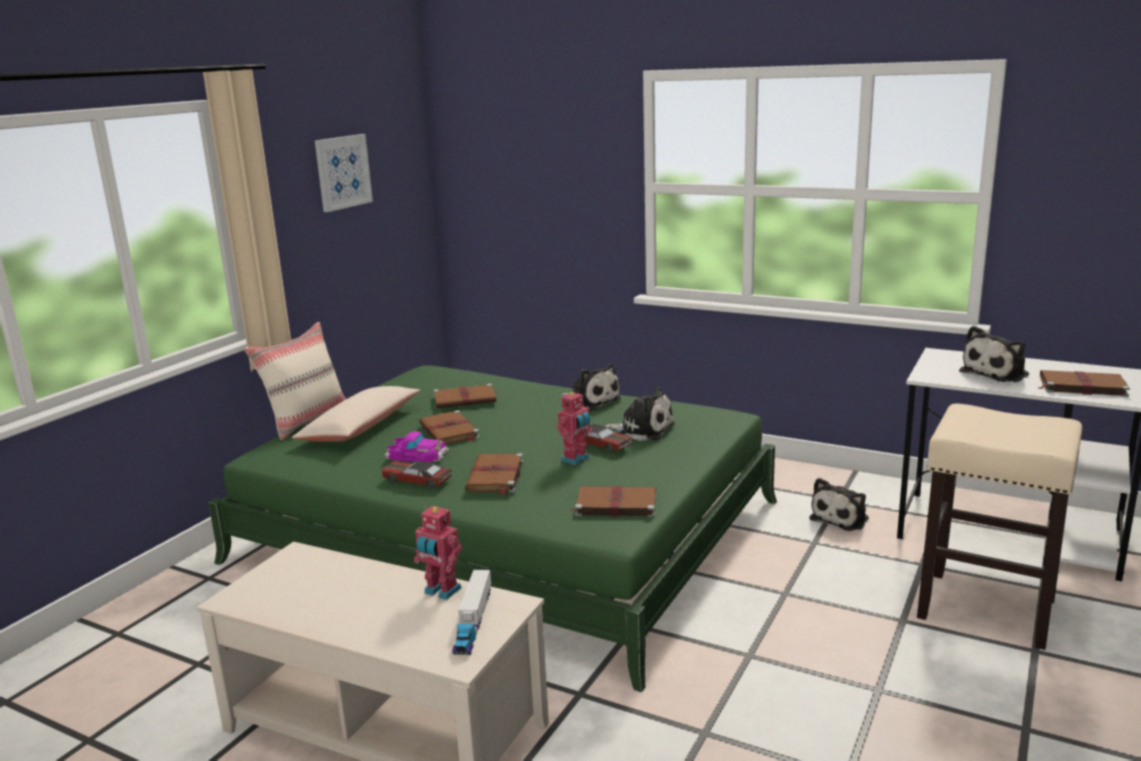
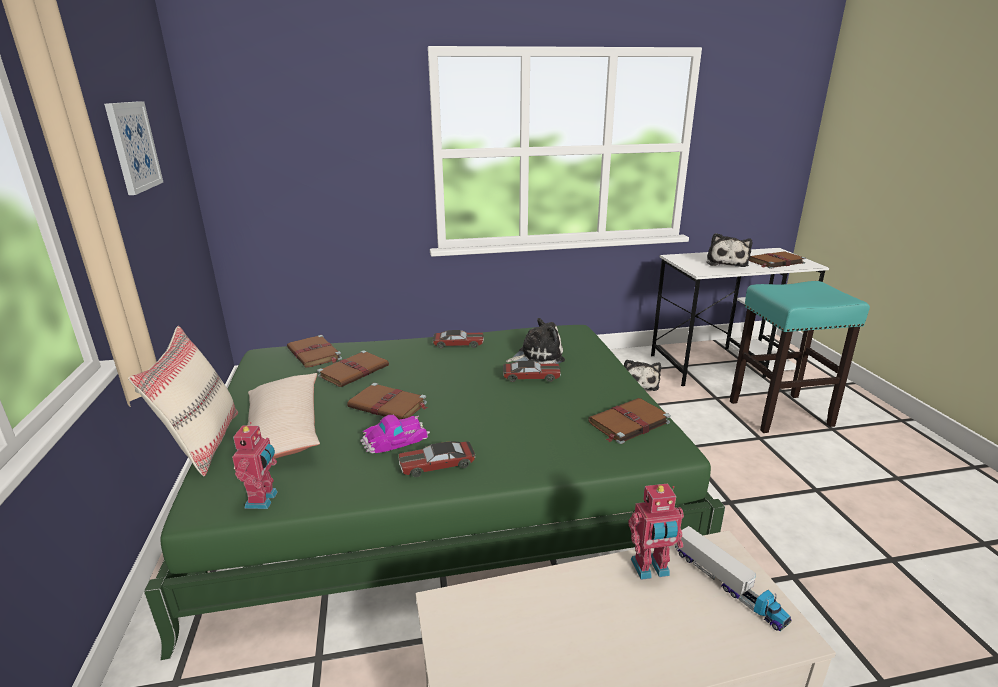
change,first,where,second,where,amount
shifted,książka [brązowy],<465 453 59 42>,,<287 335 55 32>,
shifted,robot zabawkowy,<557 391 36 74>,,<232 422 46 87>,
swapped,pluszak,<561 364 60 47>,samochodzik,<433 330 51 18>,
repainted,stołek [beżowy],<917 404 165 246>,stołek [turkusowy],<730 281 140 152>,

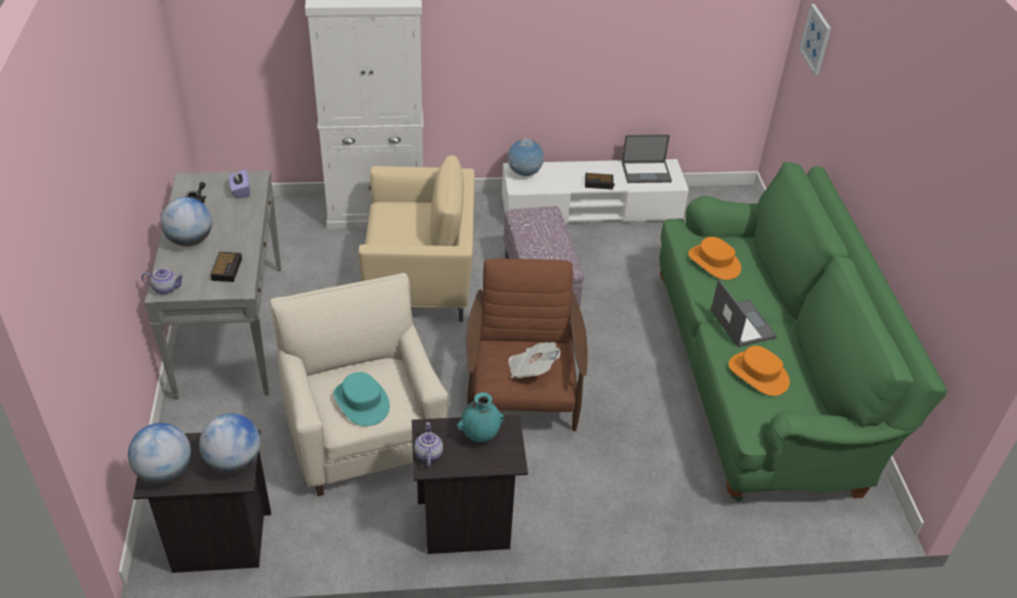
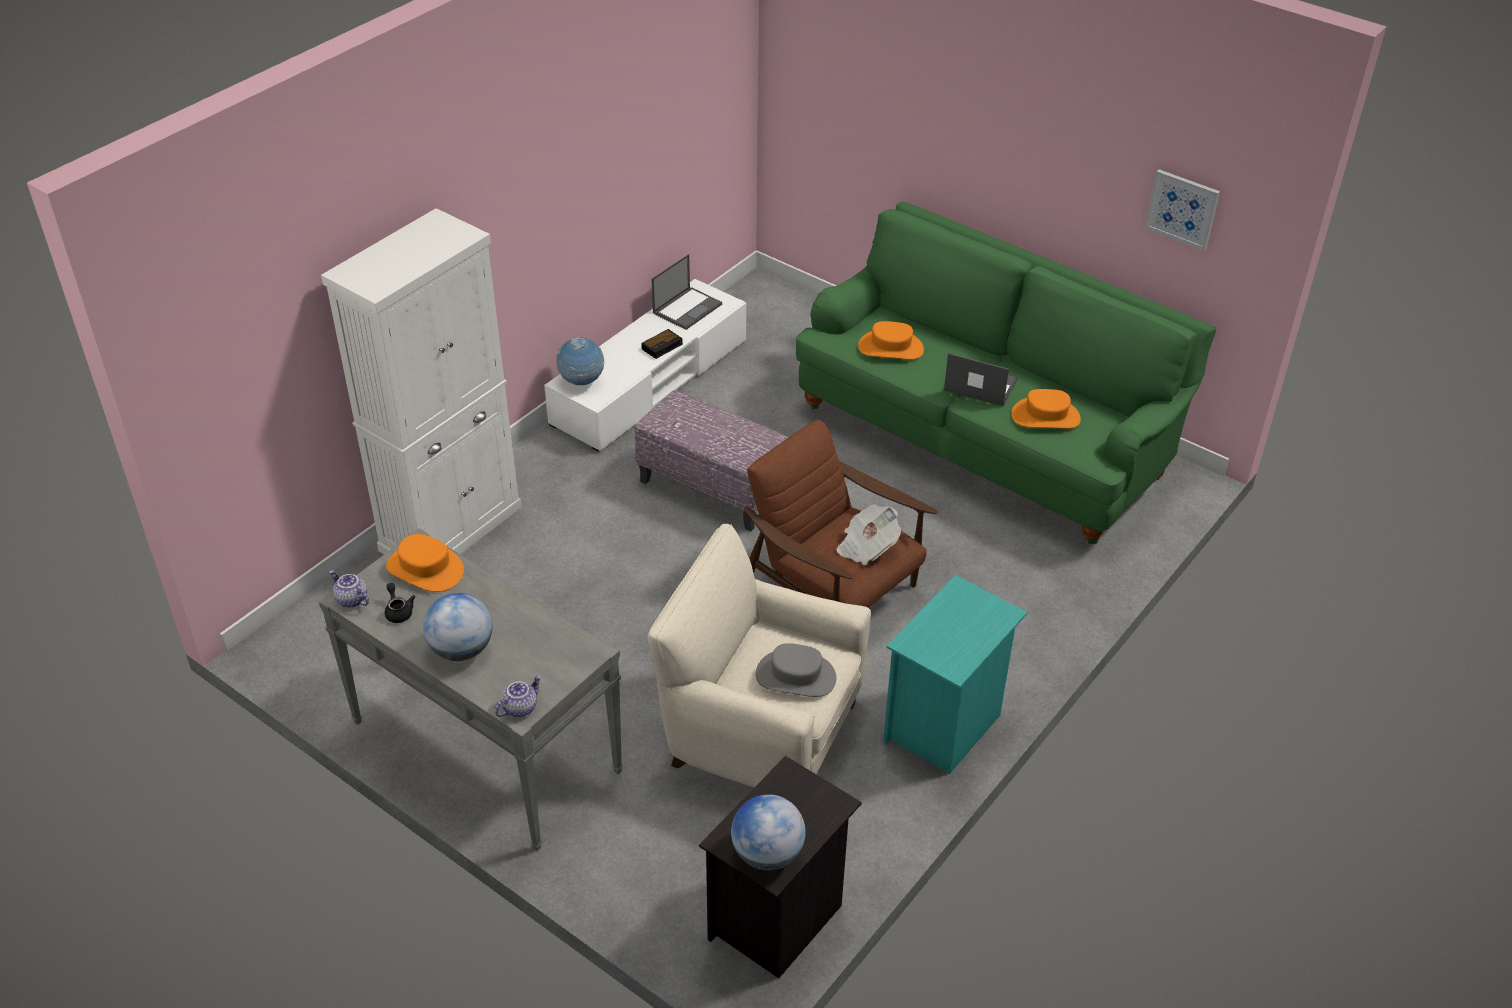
change,first,where,second,where,amount
gone,globus,<199 413 62 60>,,,
gone,budzik,<211 252 31 30>,,,
swapped,pudełko chusteczek [fioletowy],<229 169 21 29>,kapelusz [pomarańczowy],<386 534 78 58>,
repainted,kapelusz [turkusowy],<334 372 56 54>,kapelusz [szary],<756 643 80 54>,
gone,fotel [beżowy],<358 155 117 167>,,,
repainted,szafka nocna [czarny],<412 415 116 139>,szafka nocna [turkusowy],<883 575 144 199>,
shifted,imbryk,<414 422 29 45>,,<330 570 39 38>,
gone,wazon [turkusowy],<457 392 48 50>,,,
shifted,obraz,<799 4 32 71>,,<1145 169 75 82>,

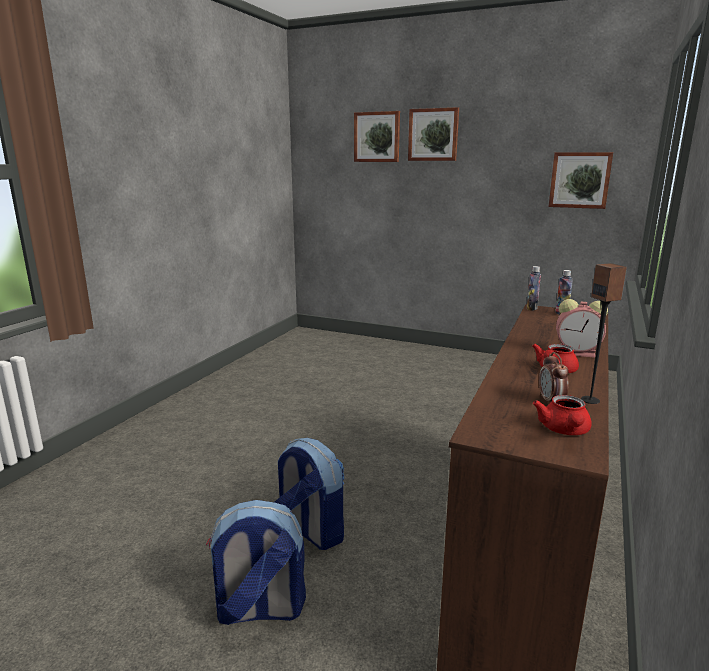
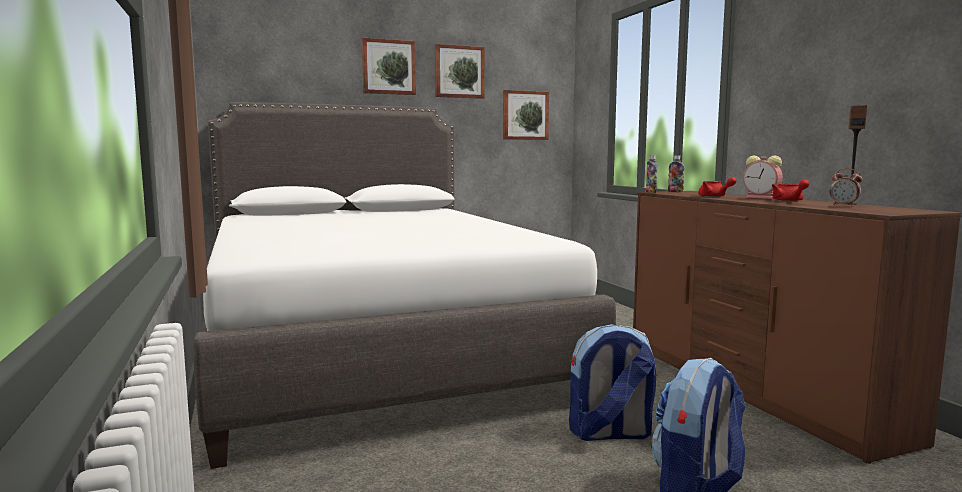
change,first,where,second,where,amount
shifted,obraz,<354 111 46 51>,,<435 44 50 55>,
shifted,imbryk [czerwony],<533 395 59 40>,,<698 177 39 20>,
rotated,budzik,<556 299 52 59>,,<743 155 40 44>,75 degrees clockwise
new,,,łóżko [biały],<193 102 423 367>,

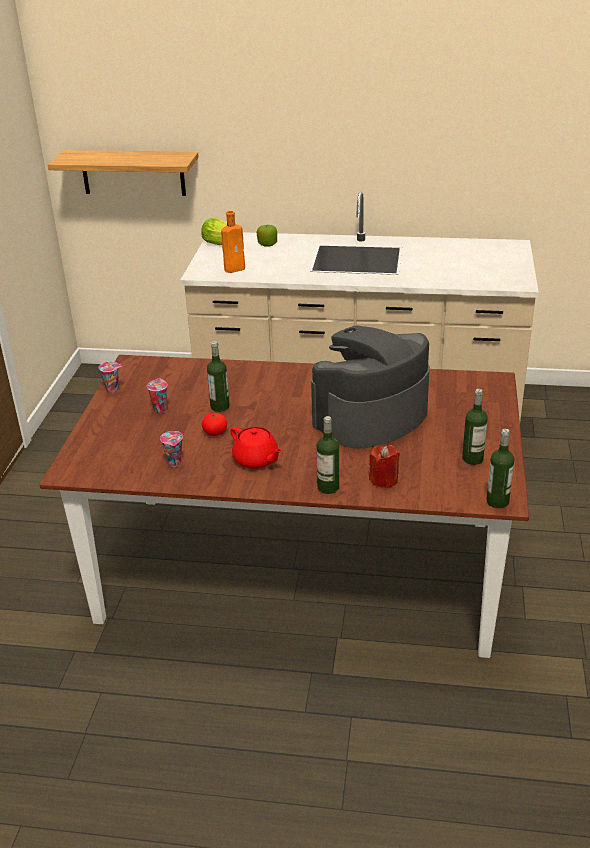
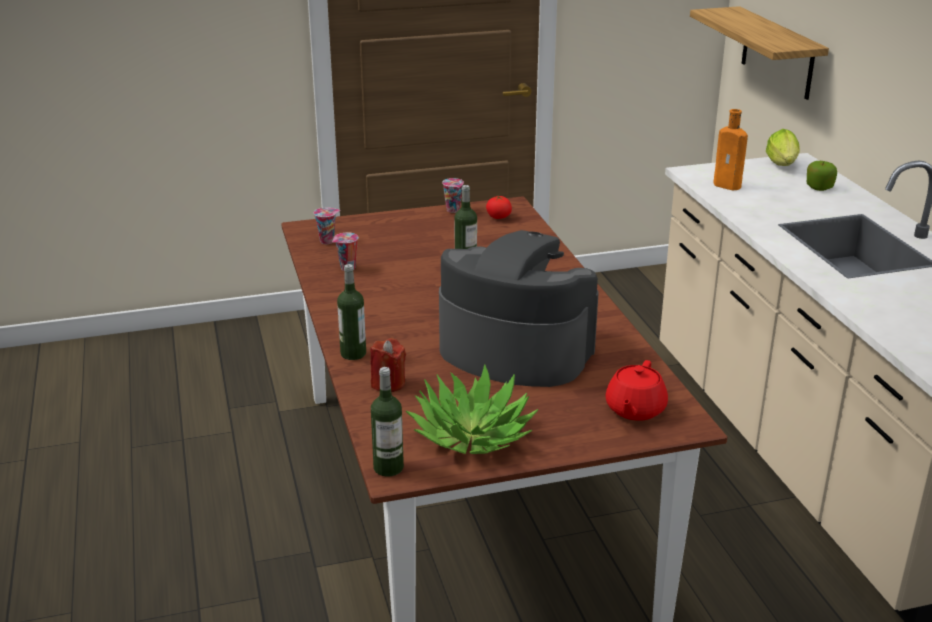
change,first,where,second,where,amount
shifted,filiżanka,<147 379 21 34>,,<314 207 26 37>,
shifted,pomidor,<202 413 25 23>,,<486 196 26 23>,
shifted,imbryk [czerwony],<230 427 52 42>,,<605 360 63 61>,
swapped,butelka,<462 389 26 76>,roślina doniczkowa,<405 364 133 90>,

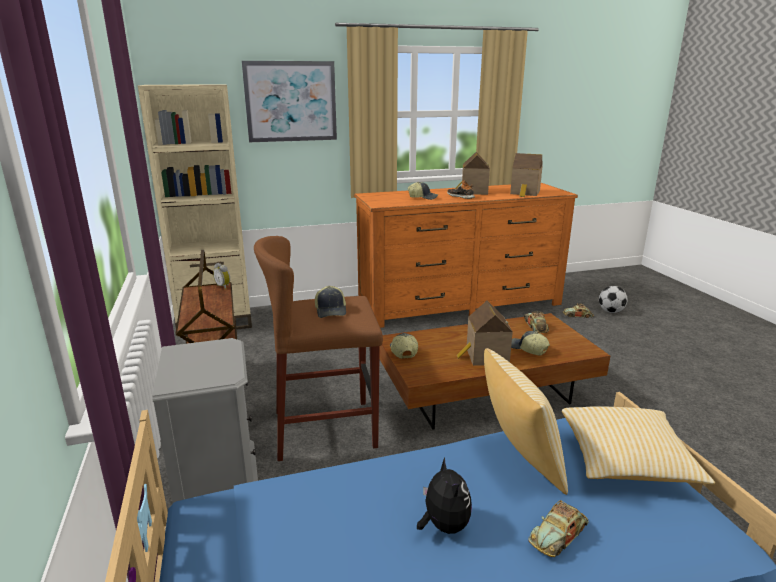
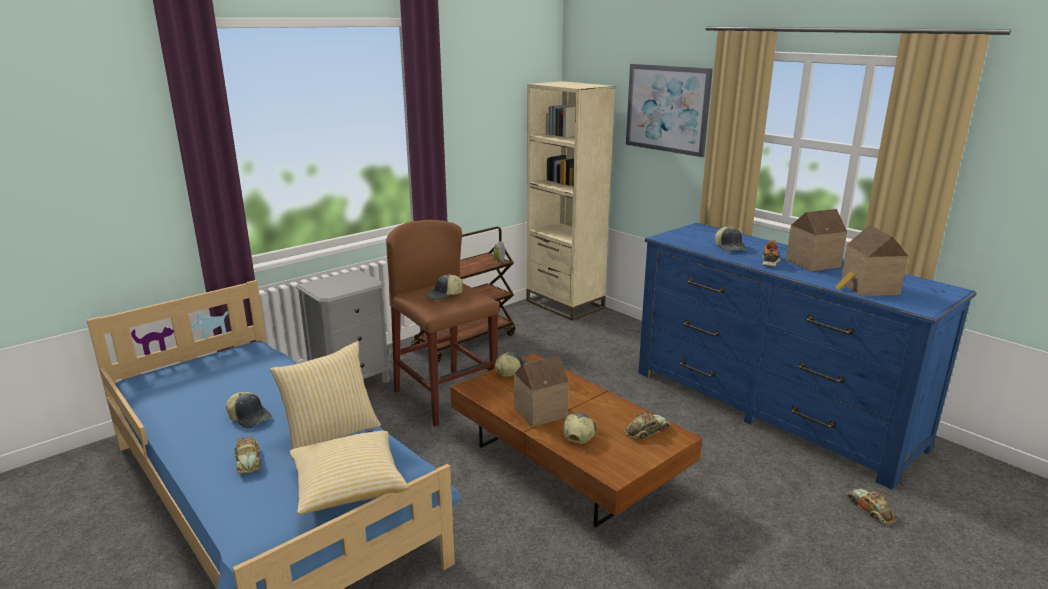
change,first,where,second,where,amount
repainted,komoda [pomarańczowy],<354 183 224 145>,komoda [niebieski],<638 223 339 266>,
swapped,pluszak,<417 457 55 77>,czapka z daszkiem,<226 392 46 36>,
rotated,samochodzik,<528 500 61 57>,,<234 435 27 39>,135 degrees counterclockwise
gone,piłka futbolowa,<599 286 28 27>,,,

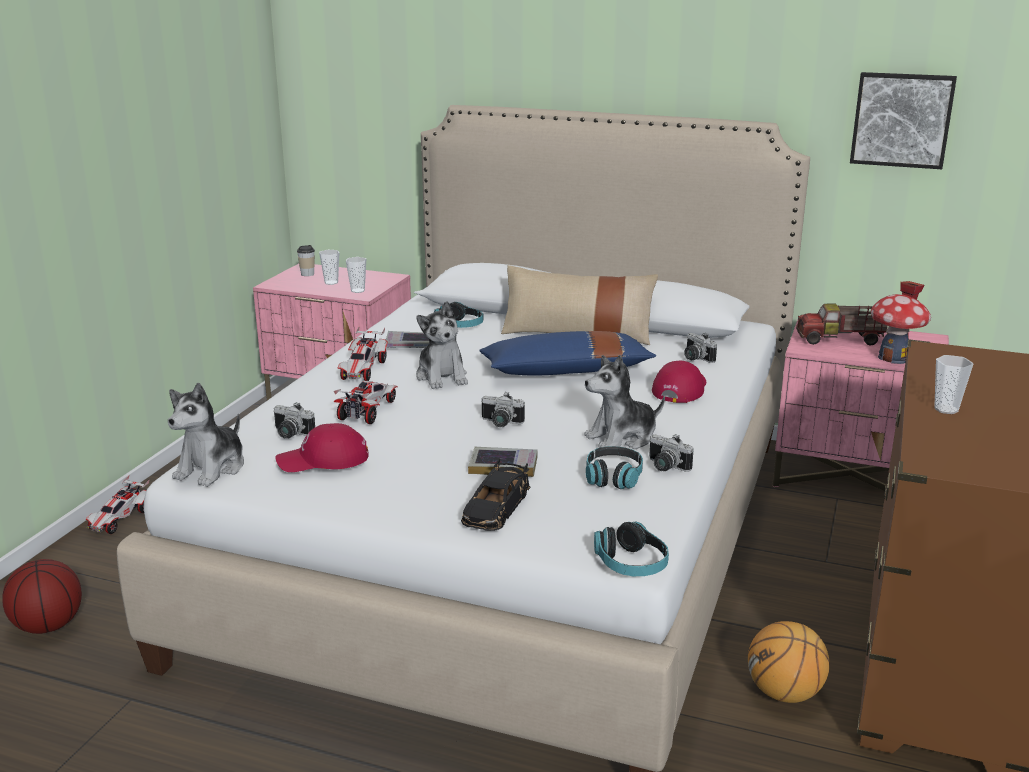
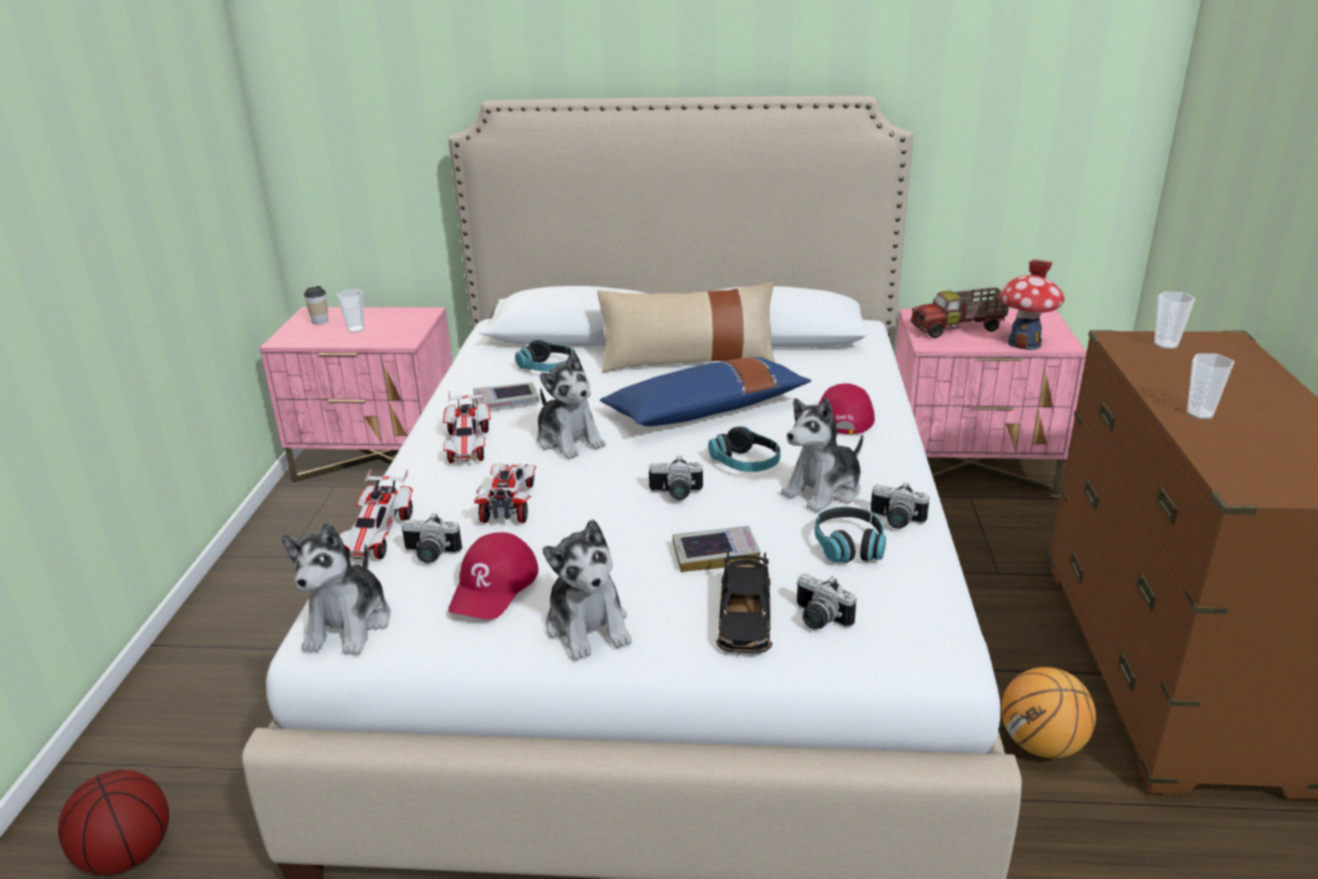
change,first,where,second,where,amount
shifted,samochodzik,<86 475 63 59>,,<339 468 74 91>,
rotated,czapka z daszkiem [czerwony],<275 423 94 49>,,<448 532 91 88>,45 degrees counterclockwise
shifted,filiżanka,<346 257 20 36>,,<1154 291 41 58>,
shifted,słuchawki,<594 522 75 54>,,<708 426 73 46>,
shifted,aparat fotograficzny,<684 333 33 30>,,<797 574 60 55>,
gone,obraz,<850 72 107 97>,,,
new,,,pluszak,<543 519 89 141>,

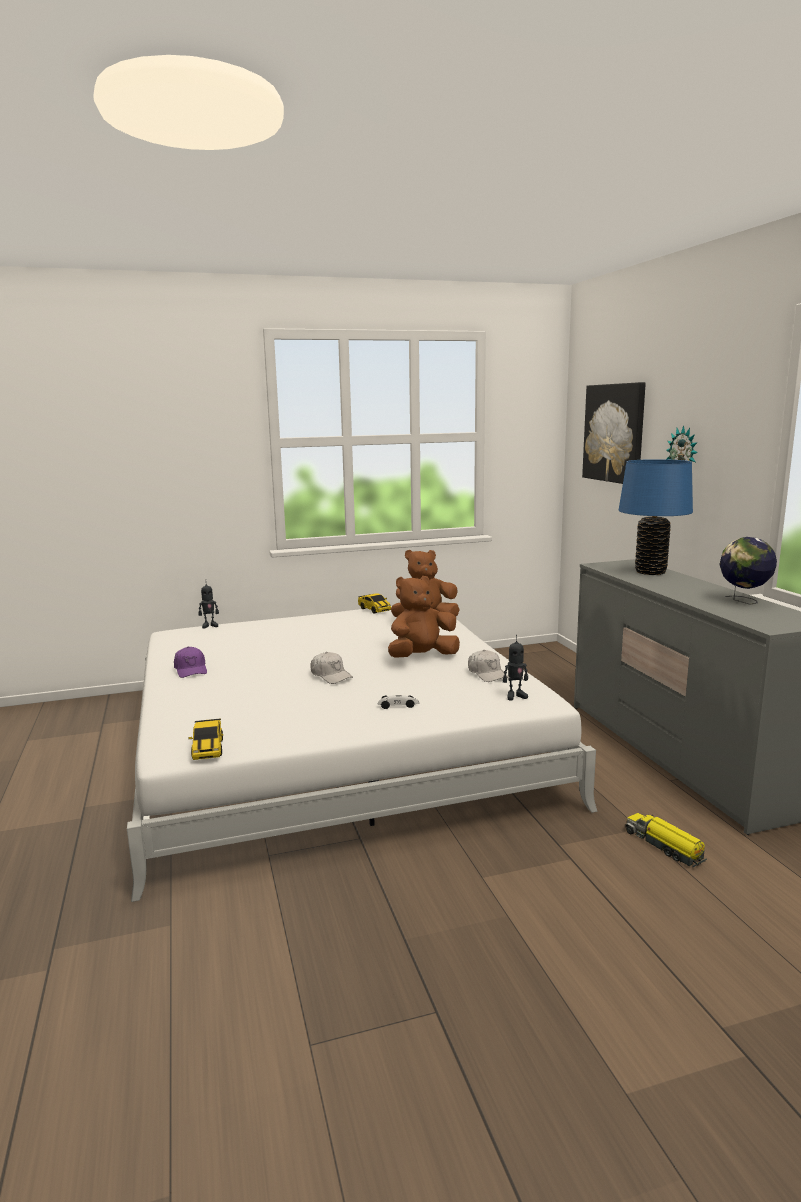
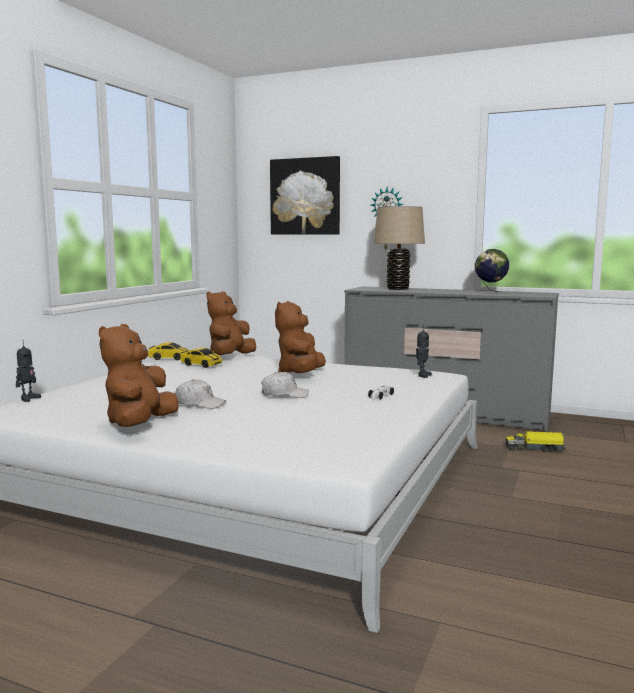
change,first,where,second,where,amount
swapped,czapka z daszkiem [fioletowy],<174 647 33 31>,pluszak [brązowy],<99 324 80 103>,
shifted,samochodzik,<188 719 35 41>,,<180 348 42 20>,
shifted,czapka z daszkiem [biały],<468 650 41 32>,,<175 379 51 30>,
repainted,lampa stołowa [niebieski],<619 459 74 116>,lampa stołowa [beżowy],<373 206 52 84>,

